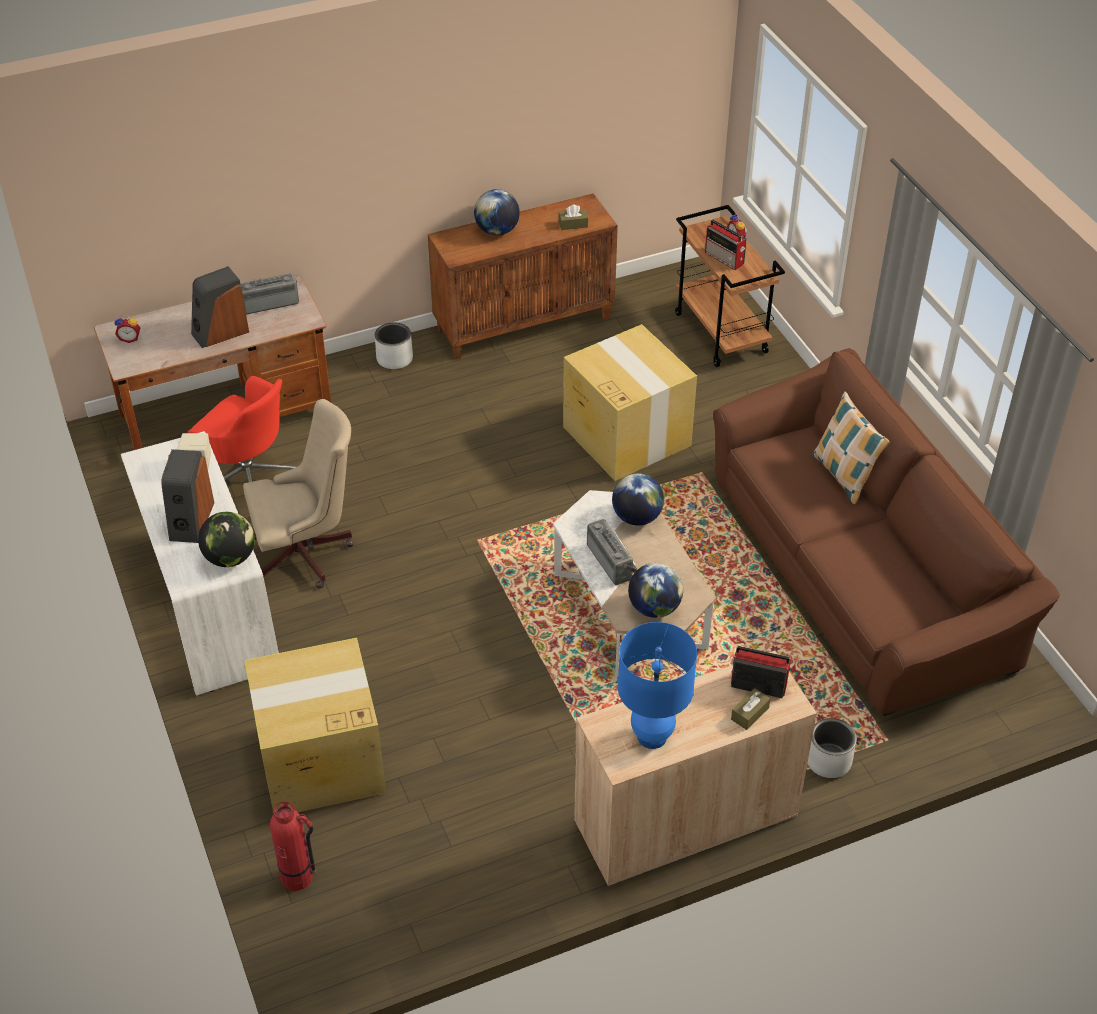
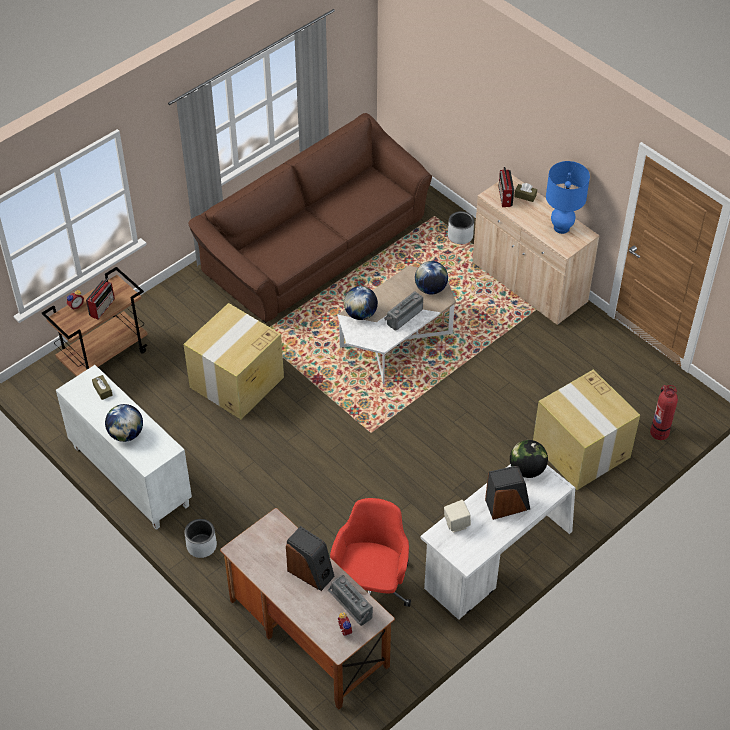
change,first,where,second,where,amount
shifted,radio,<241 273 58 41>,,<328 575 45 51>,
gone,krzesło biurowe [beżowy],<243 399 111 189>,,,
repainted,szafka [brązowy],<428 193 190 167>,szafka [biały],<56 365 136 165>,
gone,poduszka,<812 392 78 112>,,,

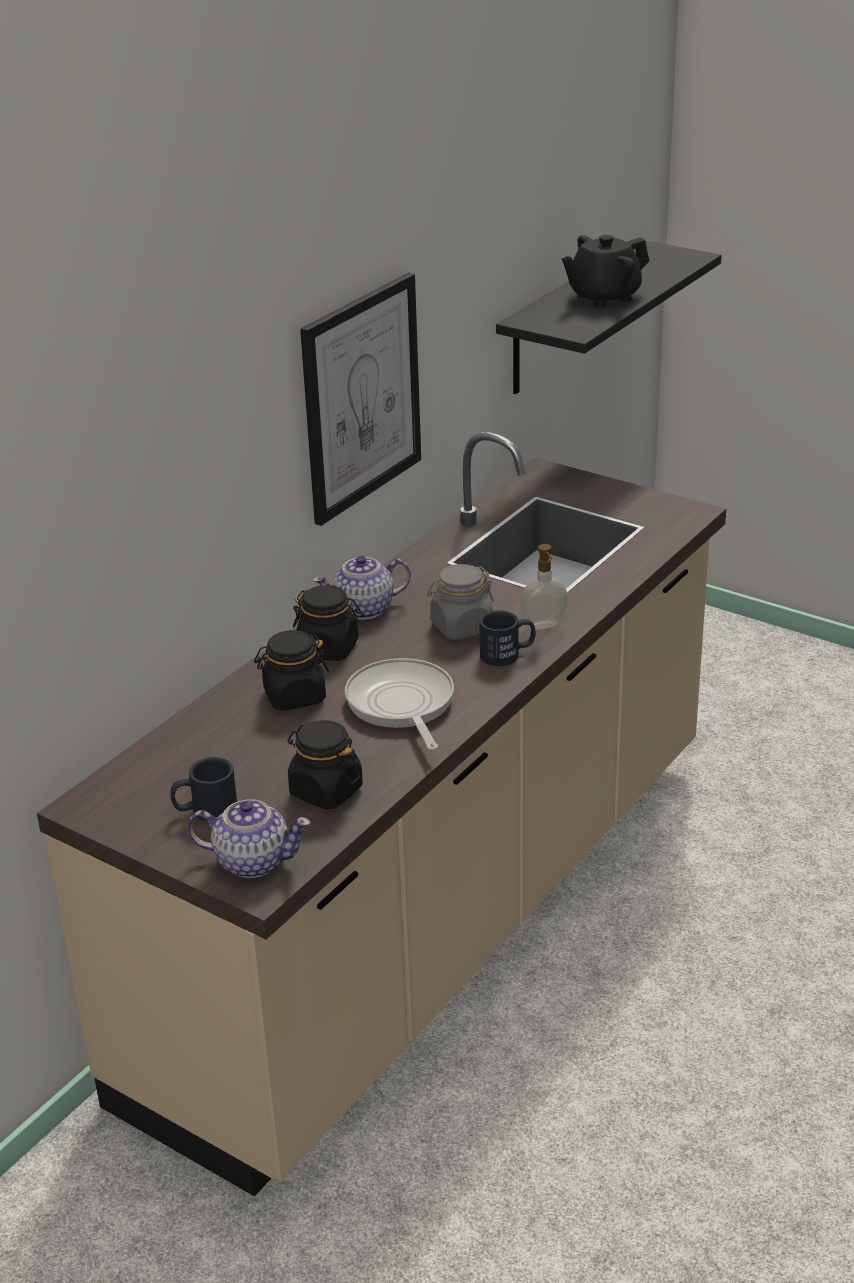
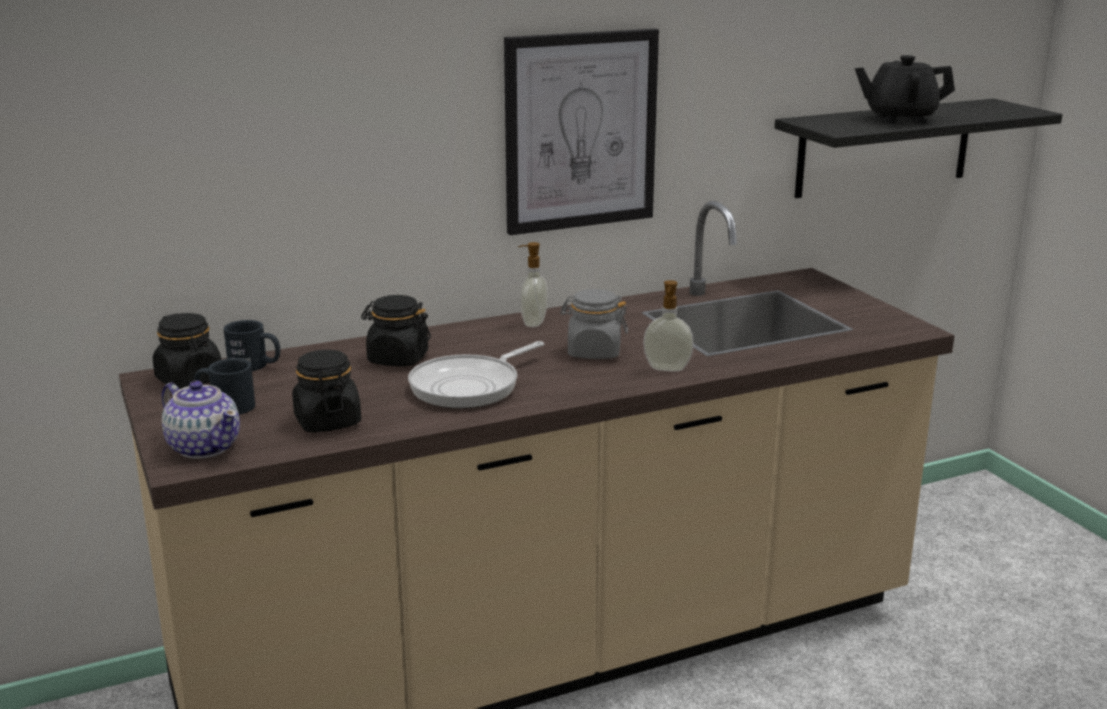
change,first,where,second,where,amount
shifted,słoik [czarny],<293 585 68 76>,,<153 313 68 76>,
swapped,imbryk,<312 556 99 64>,dozownik mydła,<518 242 30 85>,
rotated,patelnia,<345 658 109 93>,,<408 341 136 67>,150 degrees counterclockwise
shifted,kubek [czarny],<479 610 57 56>,,<224 320 56 51>,

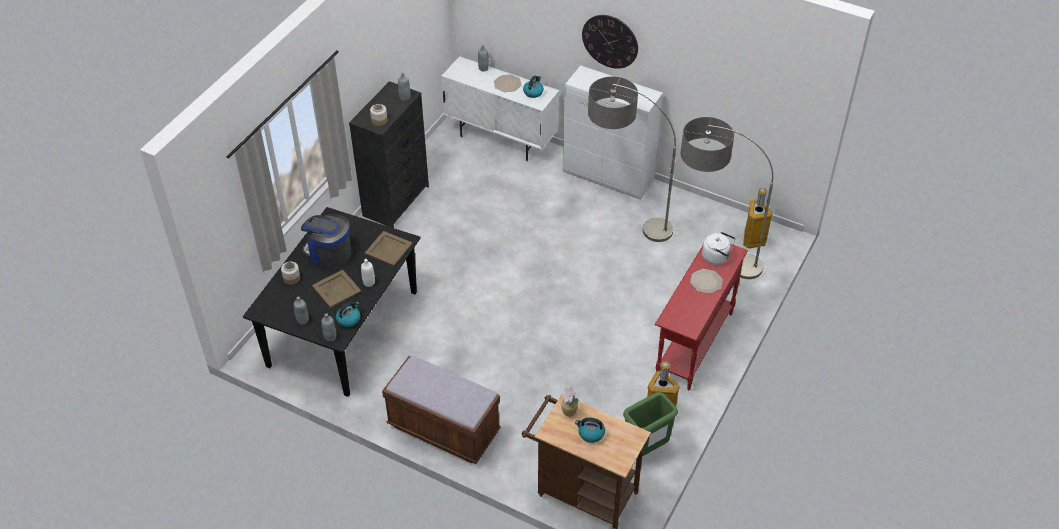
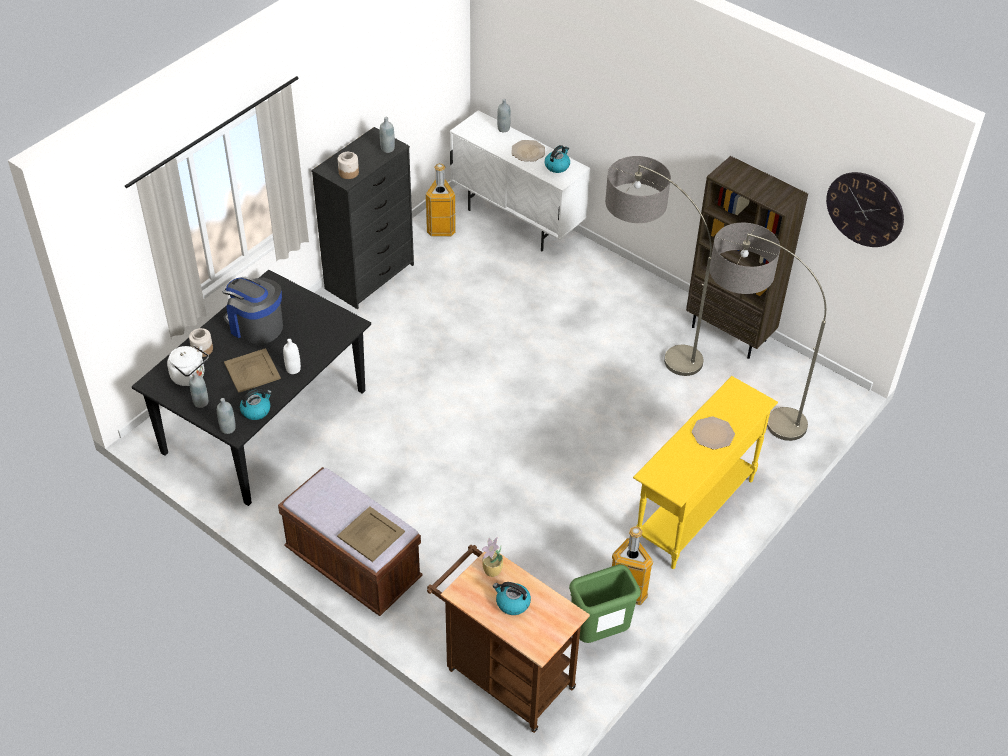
change,first,where,second,where,amount
shifted,taca [beżowy],<365 231 48 35>,,<337 506 68 56>,
gone,szafka [biały],<563 65 100 135>,,,
shifted,zegar ścienny,<582 15 56 54>,,<826 172 78 75>,
repainted,stolik konsolowy [czerwony],<655 244 93 146>,stolik konsolowy [żółty],<633 376 145 193>,
shifted,czajnik [biały],<702 232 34 33>,,<167 345 42 41>,
shifted,kosz na śmieci,<743 188 30 61>,,<426 163 30 74>,
new,,,regał [brązowy],<686 156 122 203>,

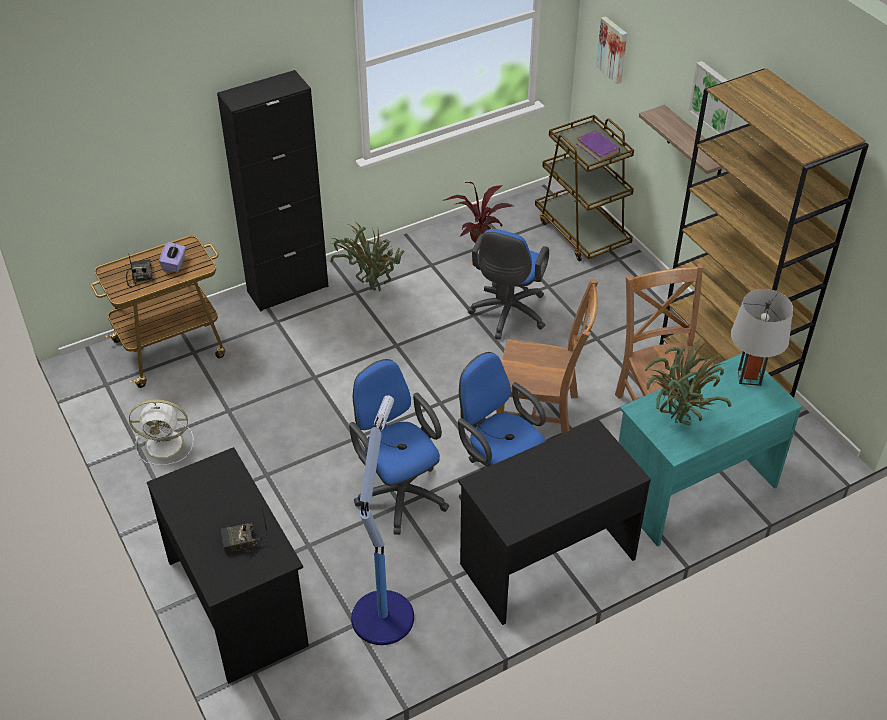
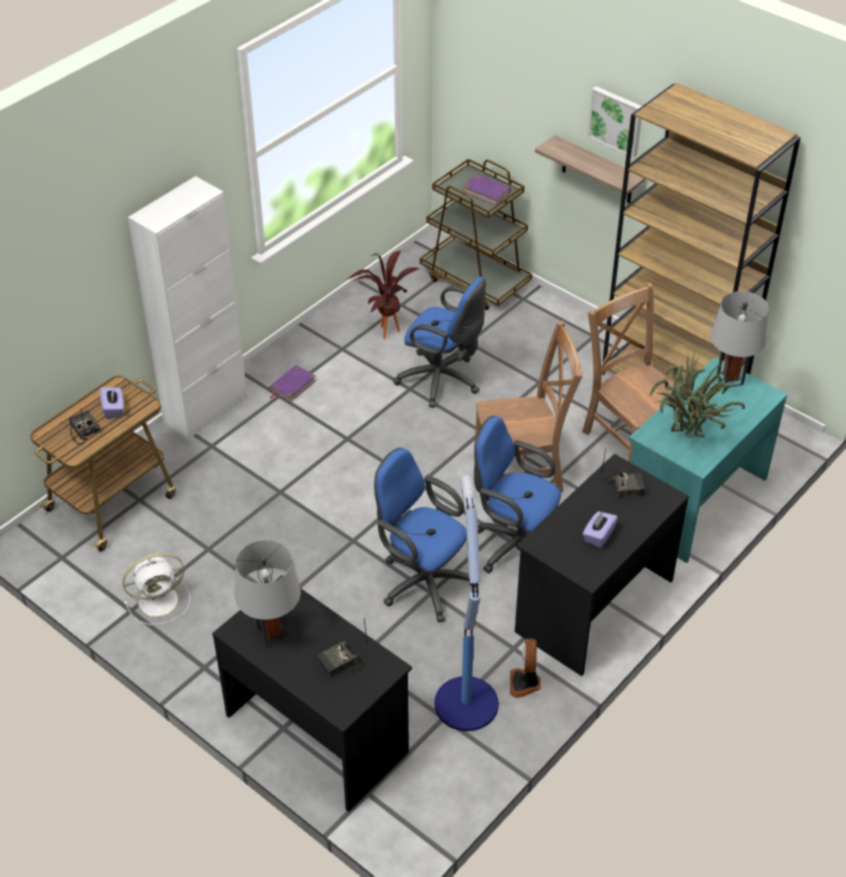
change,first,where,second,where,amount
repainted,szafka [czarny],<217 70 112 241>,szafka [biały],<128 176 119 264>,
swapped,roślina doniczkowa,<330 221 74 70>,książka [fioletowy],<269 365 47 37>,
rotated,krzesło biurowe [niebieski],<468 229 81 111>,,<393 277 93 131>,60 degrees counterclockwise
gone,obraz,<596 16 31 68>,,,
new,,,lampa stołowa [szary],<235 540 66 107>,
new,,,wentylator,<510 638 31 60>,
new,,,pudełko chusteczek [fioletowy],<582 511 36 37>,
new,,,radio,<601 449 45 48>,

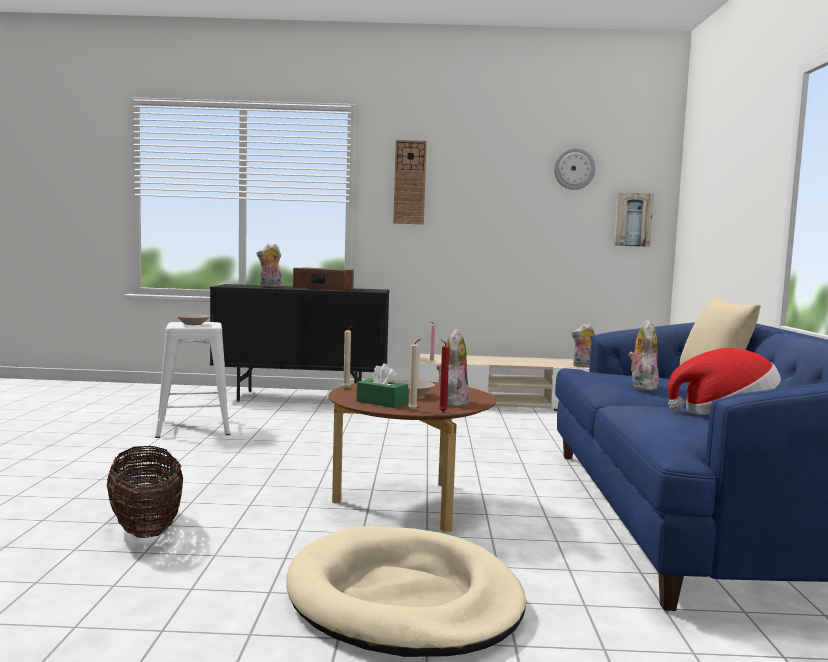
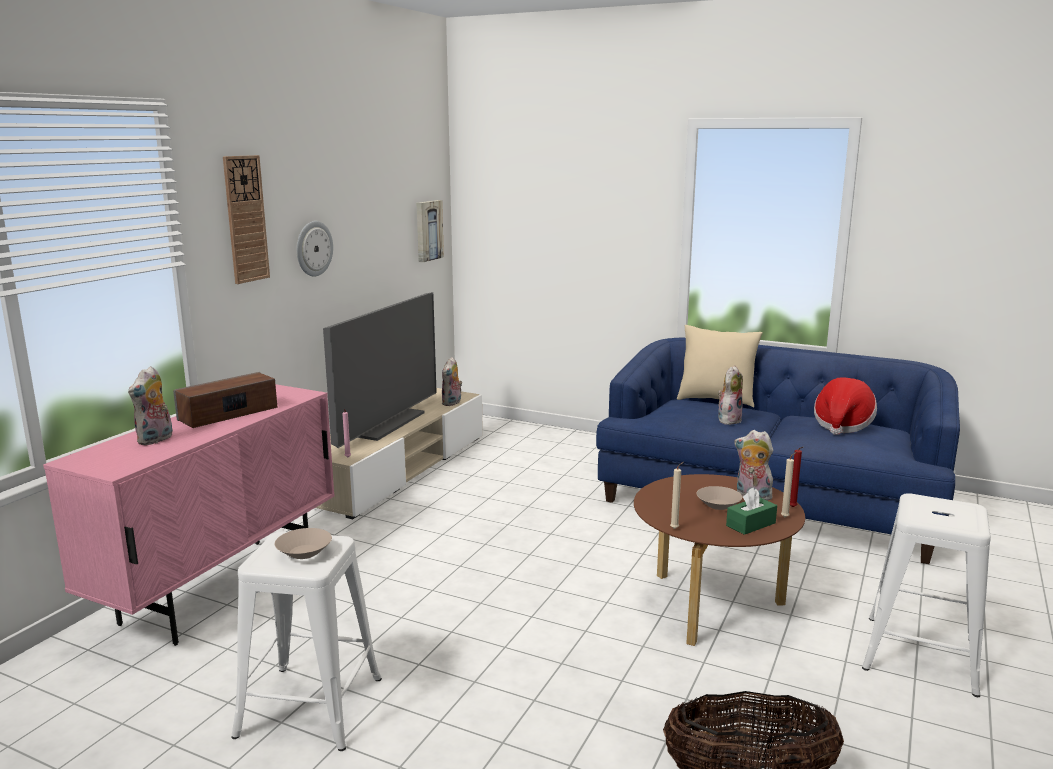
change,first,where,second,where,amount
repainted,szafka [czarny],<210 284 179 118>,szafka [różowy],<43 384 292 262>,
swapped,legowisko [beżowy],<286 526 240 131>,stołek [biały],<862 493 129 204>,
shifted,zegar ścienny,<554 148 42 42>,,<297 221 36 56>,
rotated,pluszak,<628 320 31 70>,,<718 366 25 59>,90 degrees clockwise
new,,,telewizor,<323 292 114 156>,

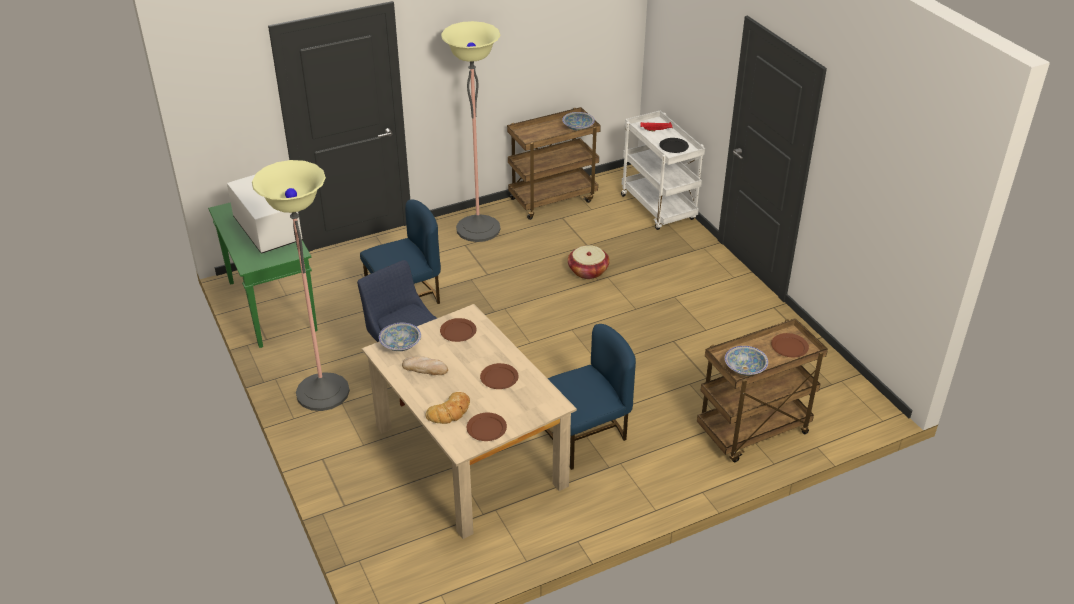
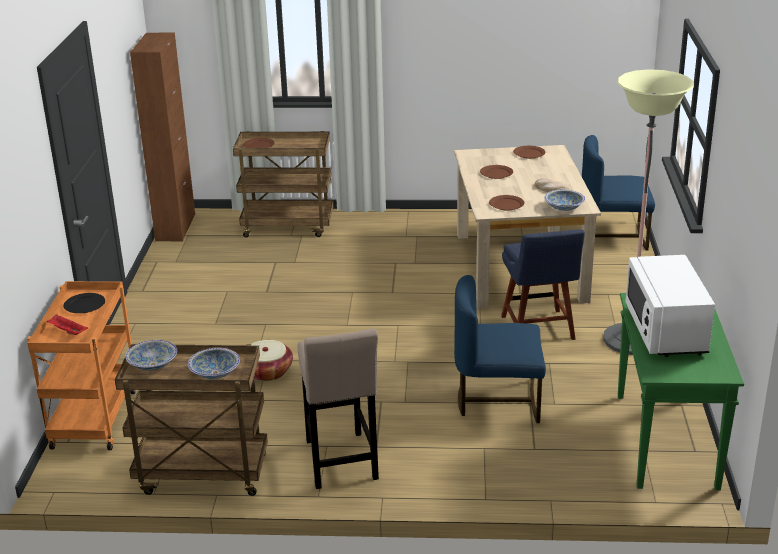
change,first,where,second,where,amount
gone,chleb,<426 392 44 32>,,,
swapped,lampa stojąca,<441 21 60 221>,stołek [beżowy],<298 329 81 160>,
shifted,krzesło [niebieski],<545 324 91 146>,,<582 135 73 115>,
repainted,wózek [biały],<621 110 84 120>,wózek [pomarańczowy],<27 281 109 169>,
shifted,miska,<725 346 43 30>,,<188 348 52 31>,
new,,,szafka [brązowy],<130 33 65 208>,

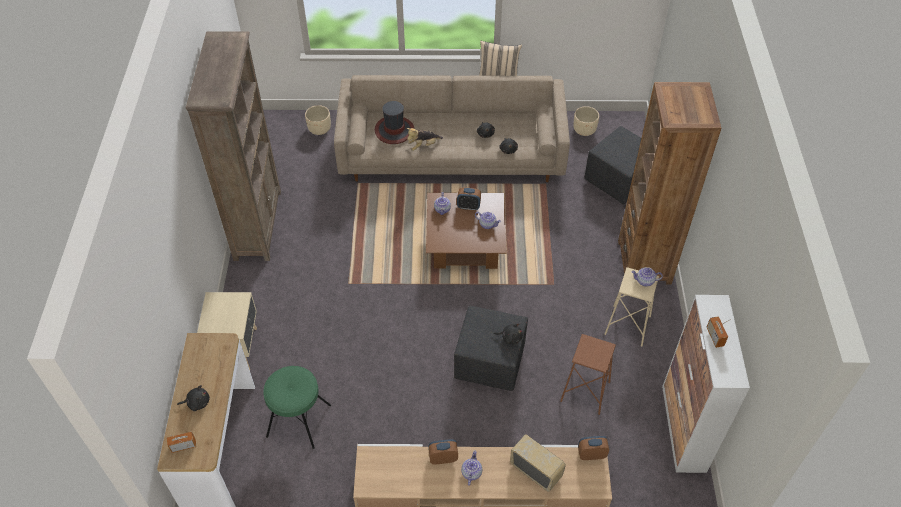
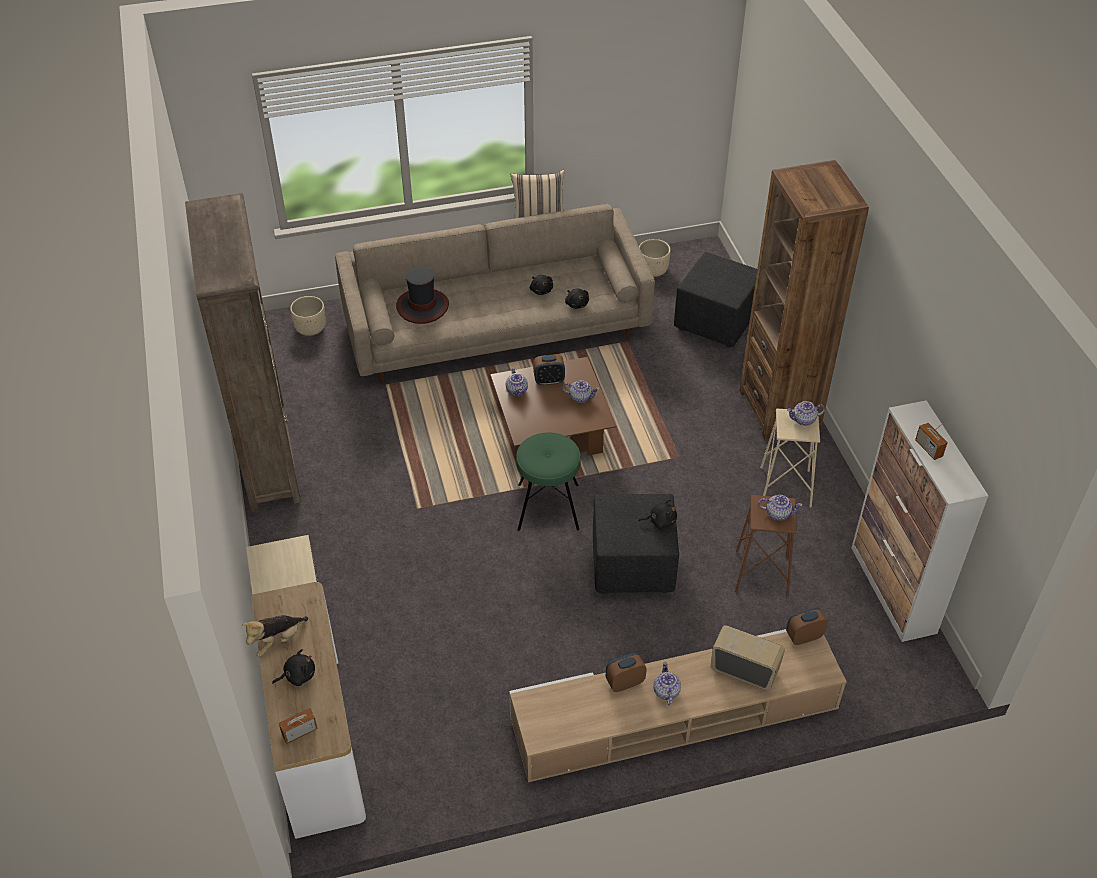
change,first,where,second,where,amount
shifted,stołek [zielony],<263 366 68 83>,,<516 432 65 99>,
shifted,pluszak,<407 128 36 23>,,<242 615 66 42>,
new,,,imbryk,<758 495 44 25>,

